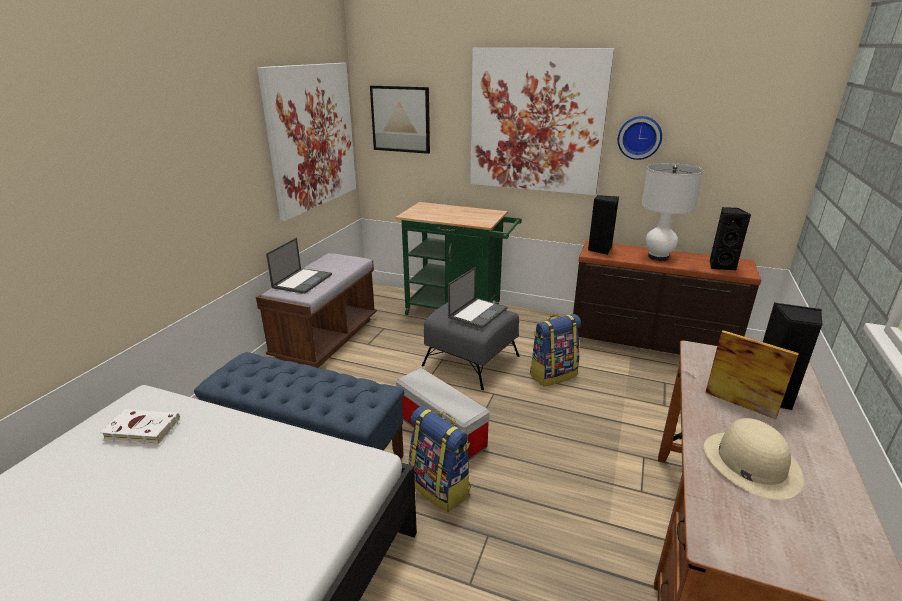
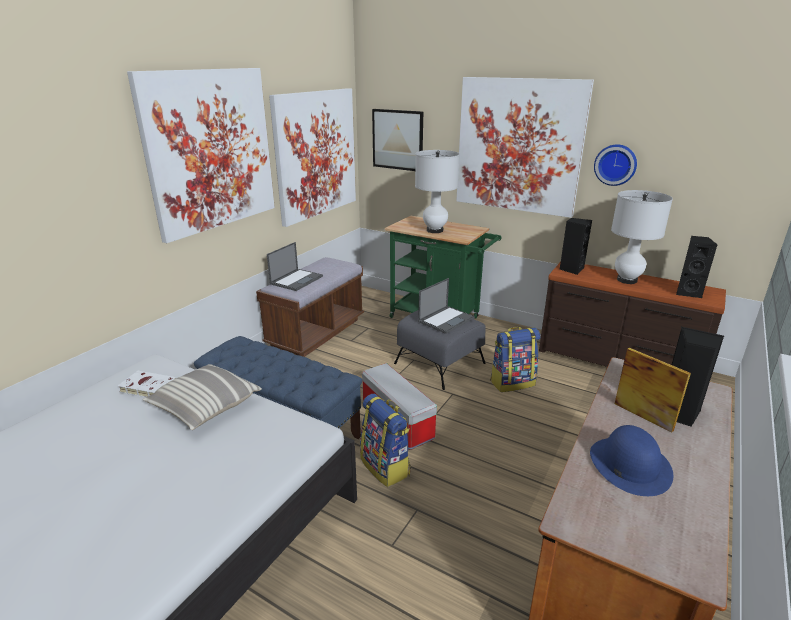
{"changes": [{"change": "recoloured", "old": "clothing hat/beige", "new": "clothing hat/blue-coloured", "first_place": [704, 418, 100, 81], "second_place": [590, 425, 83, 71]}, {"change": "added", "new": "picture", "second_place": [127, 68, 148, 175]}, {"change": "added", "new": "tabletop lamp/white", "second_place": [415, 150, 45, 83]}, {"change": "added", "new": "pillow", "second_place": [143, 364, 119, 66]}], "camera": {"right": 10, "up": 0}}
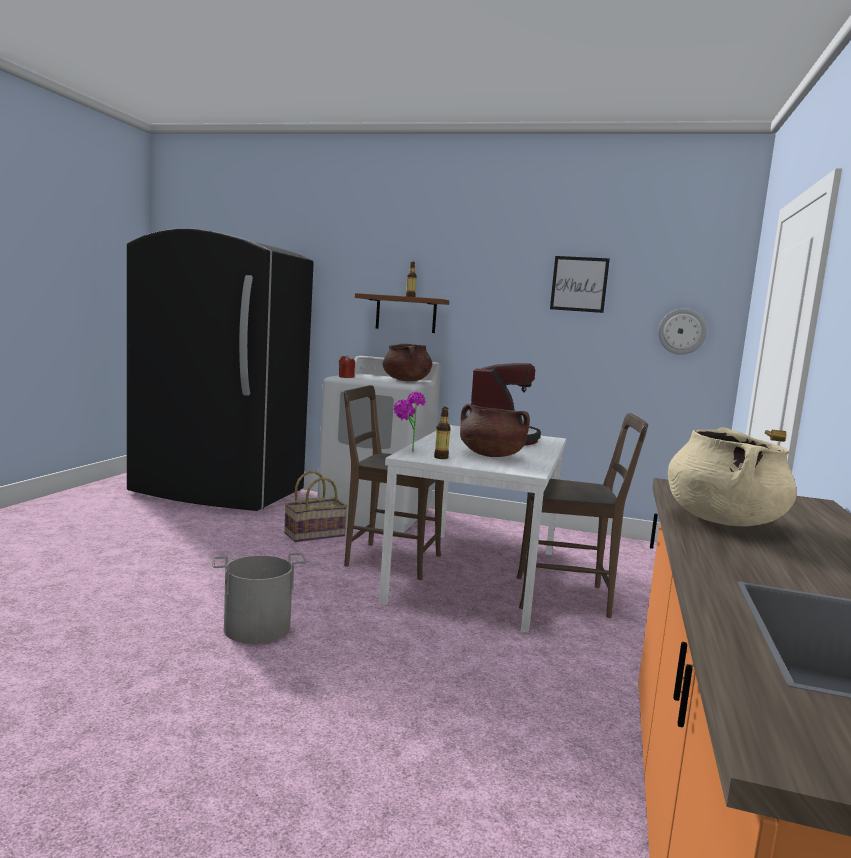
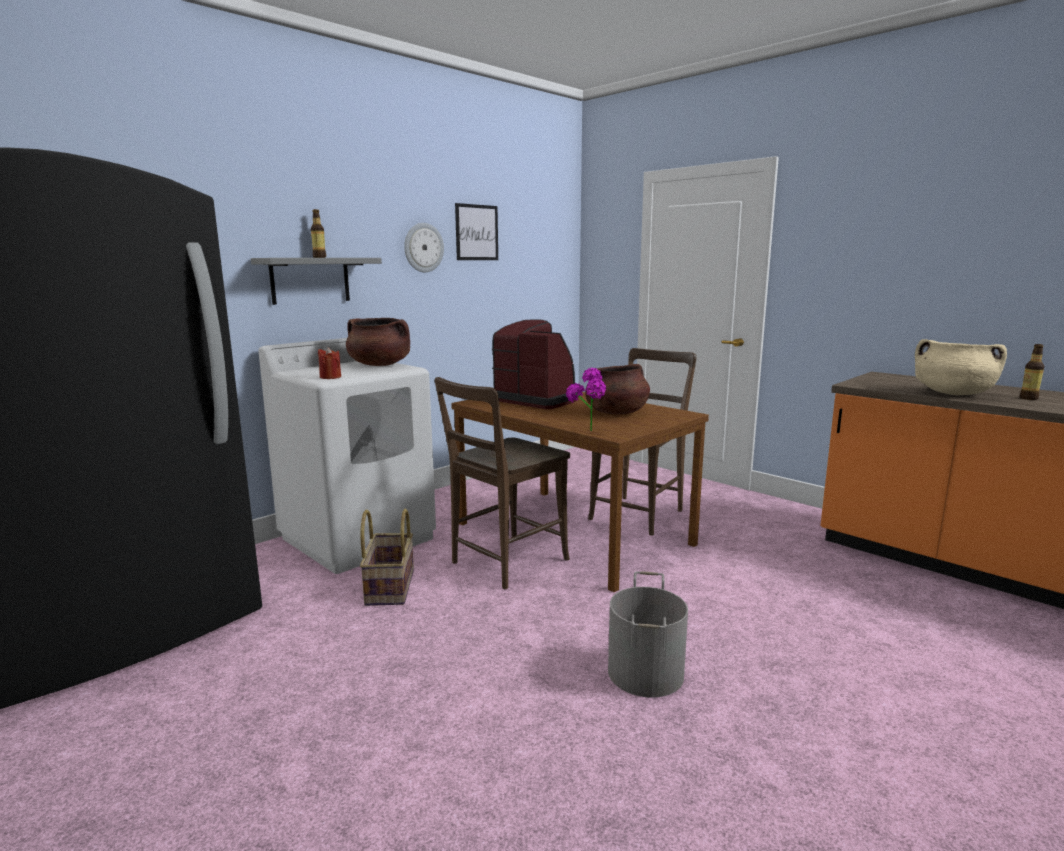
{"changes": [{"change": "recoloured", "old": "shelf/brownish", "new": "shelf/greyish", "first_place": [355, 293, 94, 40], "second_place": [251, 258, 131, 47]}, {"change": "moved", "old": "wall clock", "first_place": [658, 308, 49, 47], "second_place": [404, 223, 40, 49]}, {"change": "moved", "old": "bottle", "first_place": [434, 407, 17, 52], "second_place": [1020, 344, 24, 56]}, {"change": "recoloured", "old": "dining table/white", "new": "dining table/brownish", "first_place": [379, 425, 187, 208], "second_place": [451, 392, 258, 200]}], "camera": {"right": -60, "up": 5}}
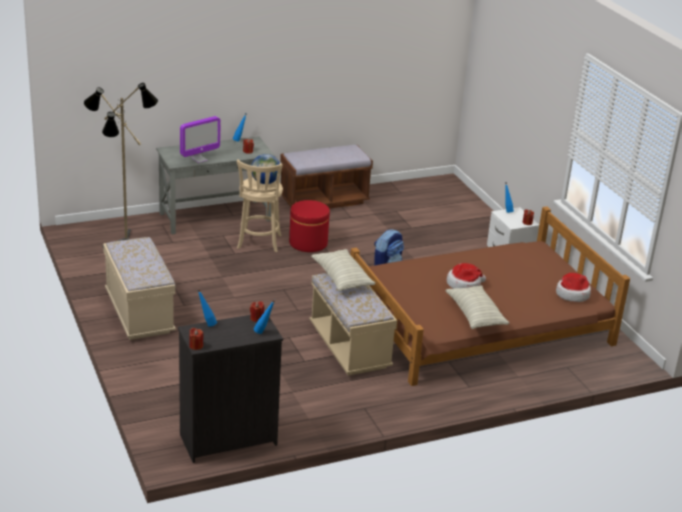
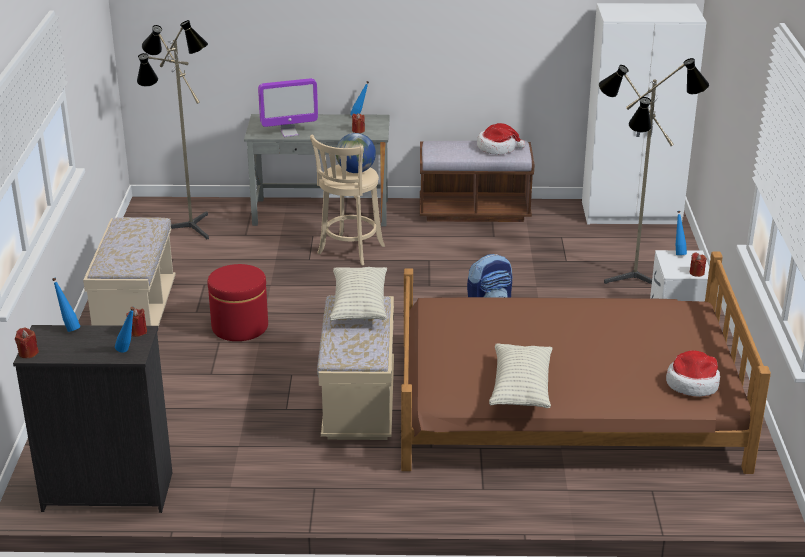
{"changes": [{"change": "moved", "old": "pouffe/red-coloured", "first_place": [289, 200, 41, 52], "second_place": [207, 264, 61, 77]}, {"change": "moved", "old": "clothing hat", "first_place": [447, 263, 39, 26], "second_place": [477, 123, 48, 32]}, {"change": "added", "new": "wardrobe/white", "second_place": [582, 3, 124, 221]}, {"change": "added", "new": "floor lamp", "second_place": [599, 58, 110, 226]}], "camera": {"right": 25, "up": 0}}
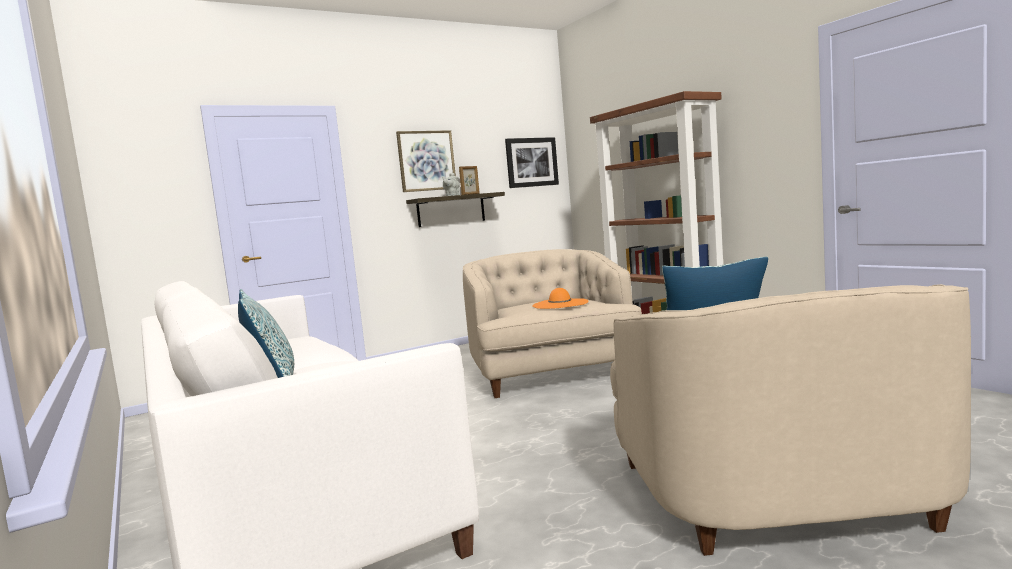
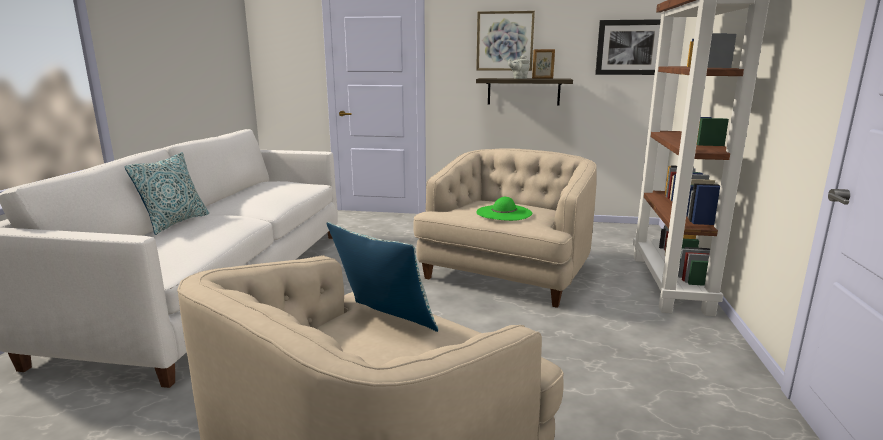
{"changes": [{"change": "recoloured", "old": "clothing hat/orange", "new": "clothing hat/greenish", "first_place": [532, 288, 57, 21], "second_place": [476, 197, 57, 24]}], "camera": {"right": 40, "up": 10}}
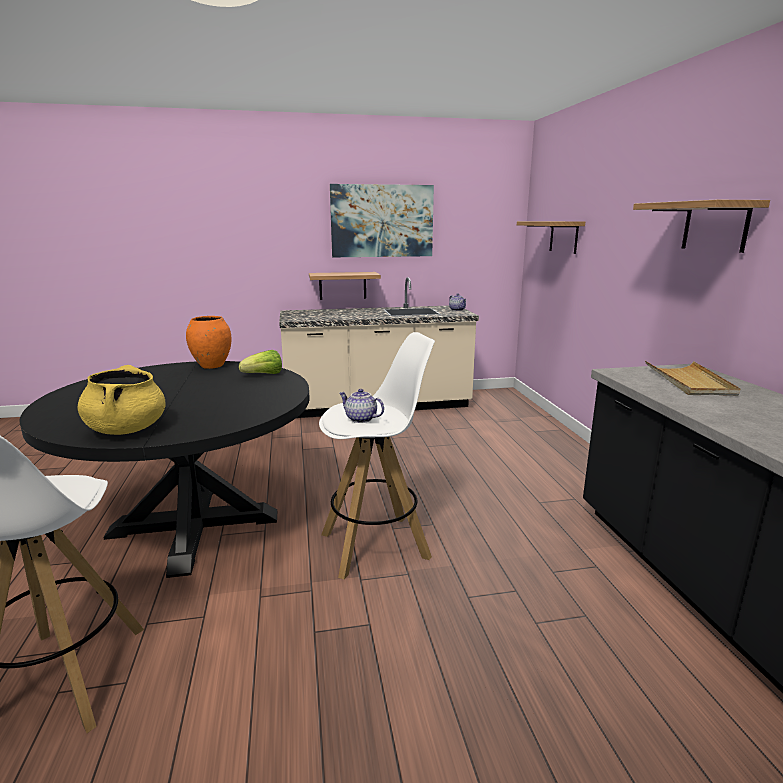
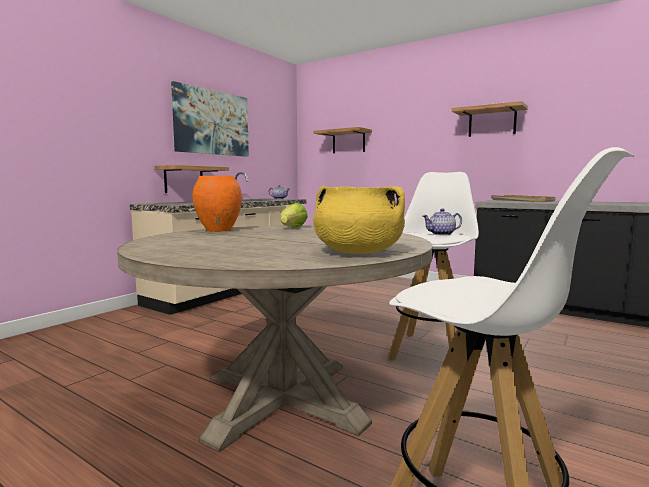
{"changes": [{"change": "recoloured", "old": "dining table/black", "new": "dining table/beige", "first_place": [20, 361, 290, 217], "second_place": [117, 226, 315, 226]}], "camera": {"right": -45, "up": -10}}
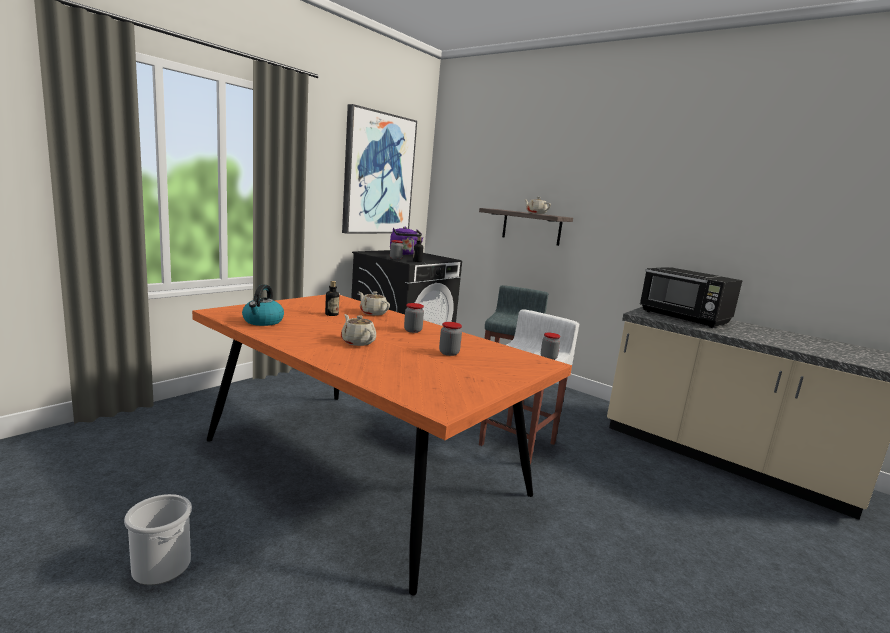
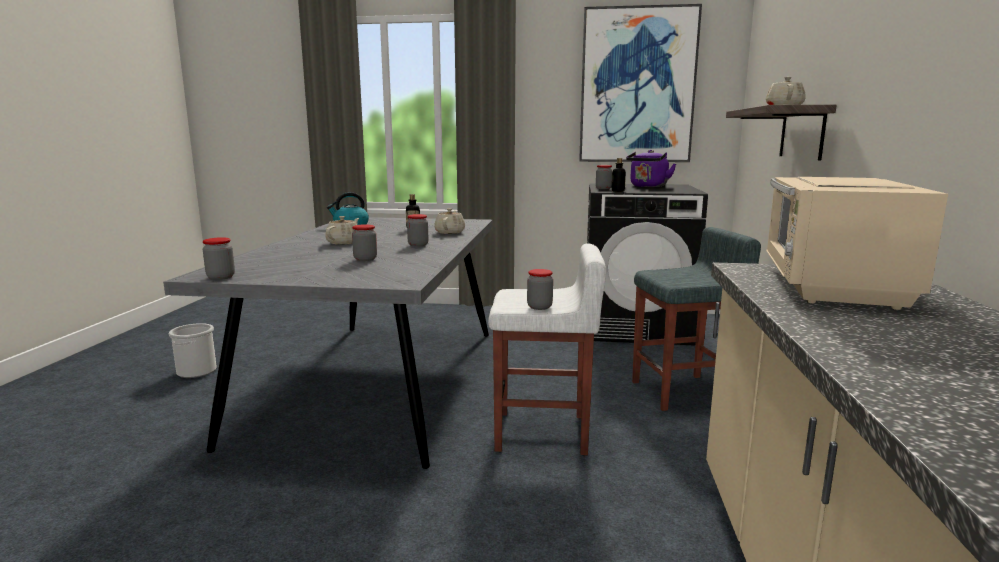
{"changes": [{"change": "recoloured", "old": "kitchen microwave/black", "new": "kitchen microwave/beige", "first_place": [640, 267, 103, 61], "second_place": [766, 177, 182, 133]}, {"change": "recoloured", "old": "dining table/orange", "new": "dining table/greyish", "first_place": [192, 295, 380, 300], "second_place": [163, 217, 330, 252]}, {"change": "added", "new": "storage jar", "second_place": [203, 238, 32, 42]}], "camera": {"right": 60, "up": 0}}
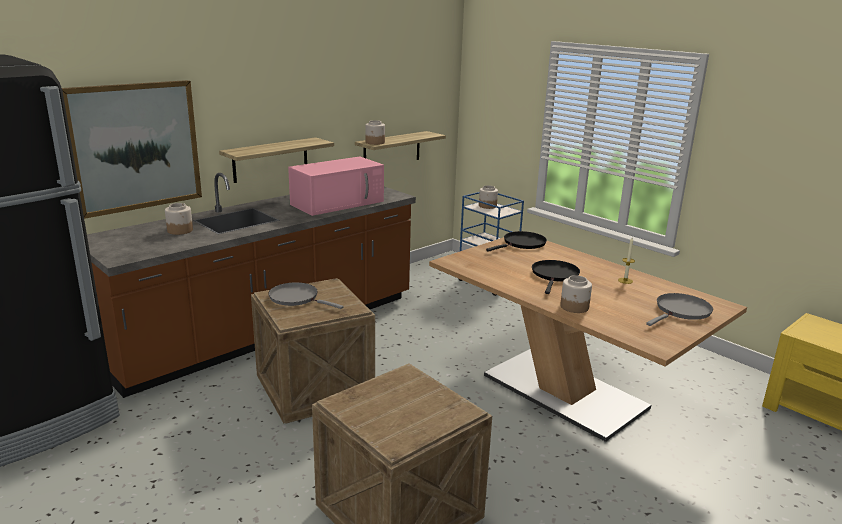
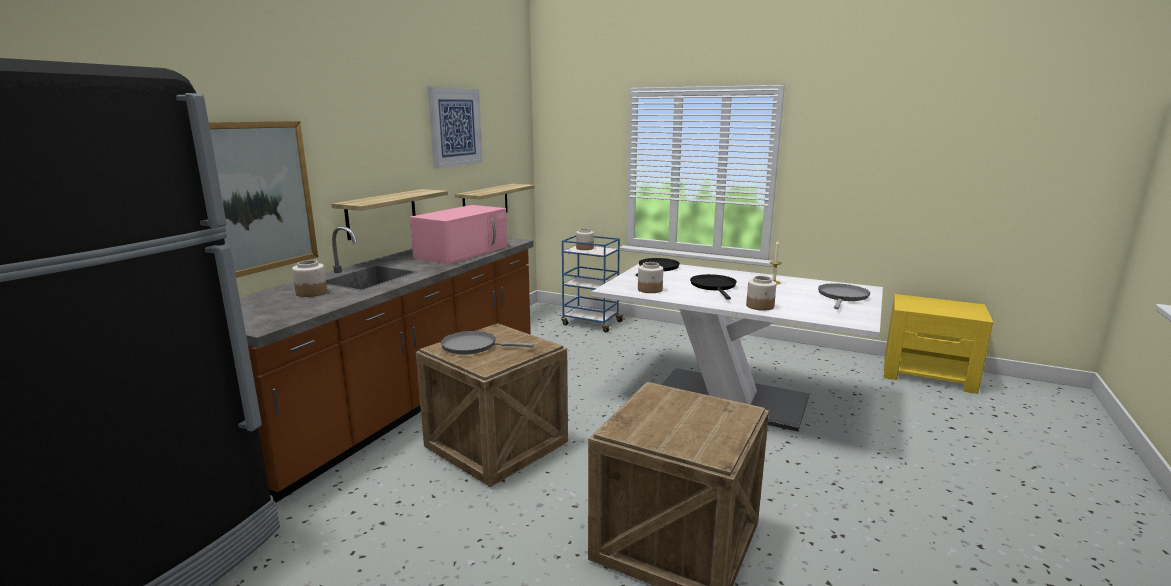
{"changes": [{"change": "moved", "old": "storage jar", "first_place": [365, 120, 20, 25], "second_place": [638, 262, 25, 31]}, {"change": "recoloured", "old": "dining table/brownish", "new": "dining table/white", "first_place": [429, 237, 318, 205], "second_place": [592, 264, 291, 168]}, {"change": "added", "new": "picture", "second_place": [428, 87, 55, 82]}], "camera": {"right": -20, "up": -5}}
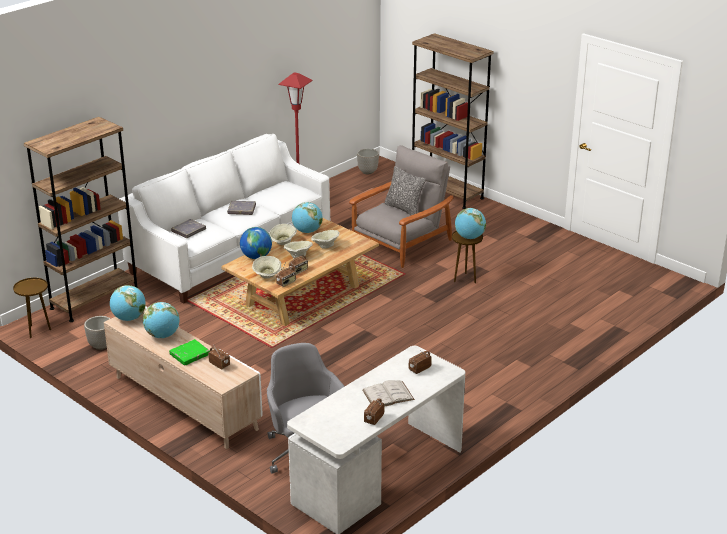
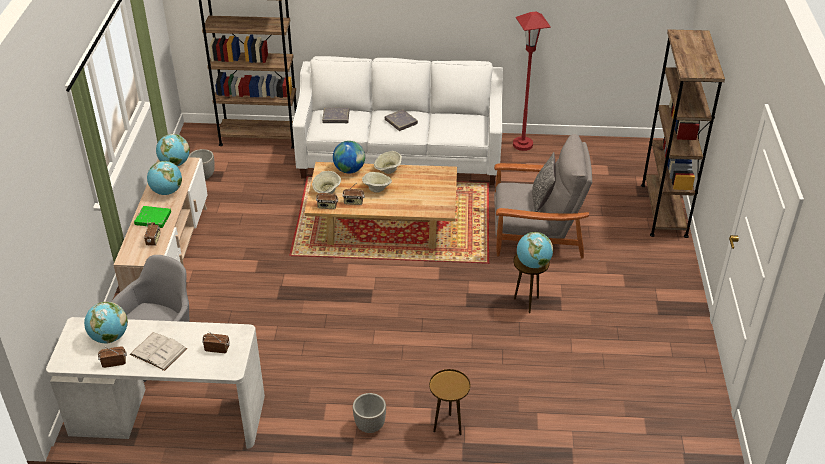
{"changes": [{"change": "moved", "old": "flower pot", "first_place": [357, 148, 22, 26], "second_place": [353, 393, 33, 40]}, {"change": "moved", "old": "world globe", "first_place": [292, 202, 31, 31], "second_place": [84, 302, 44, 42]}, {"change": "removed", "old": "bowl/beige", "first_place": [311, 230, 29, 19]}, {"change": "moved", "old": "accent table/brownish", "first_place": [13, 278, 38, 60], "second_place": [429, 369, 41, 66]}], "camera": {"right": 50, "up": 10}}
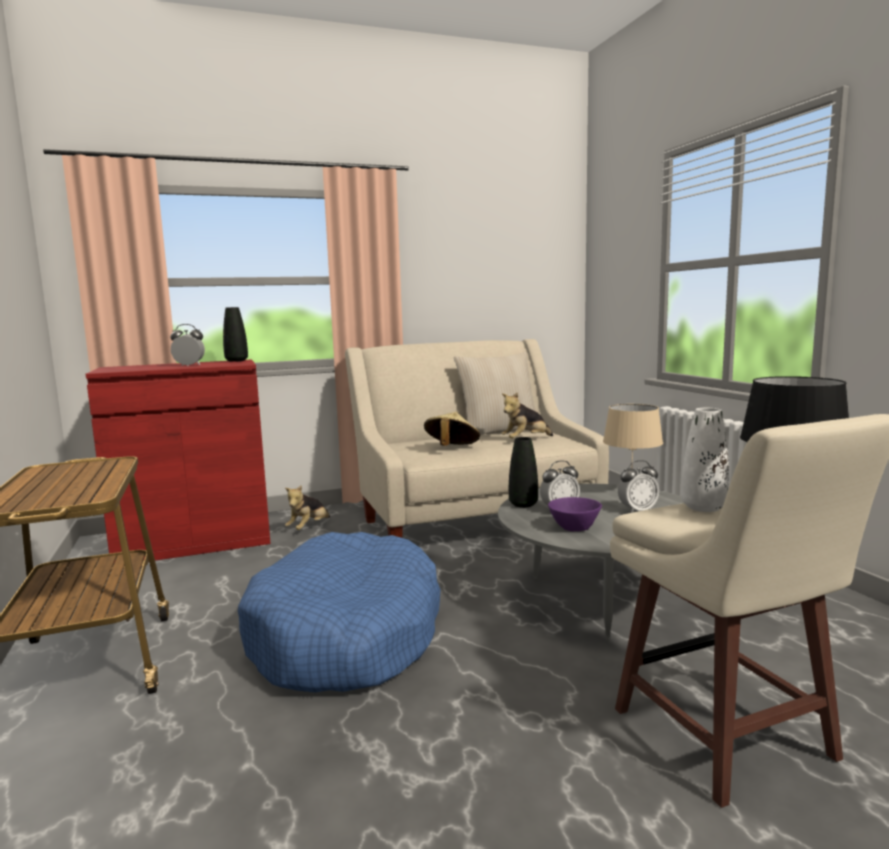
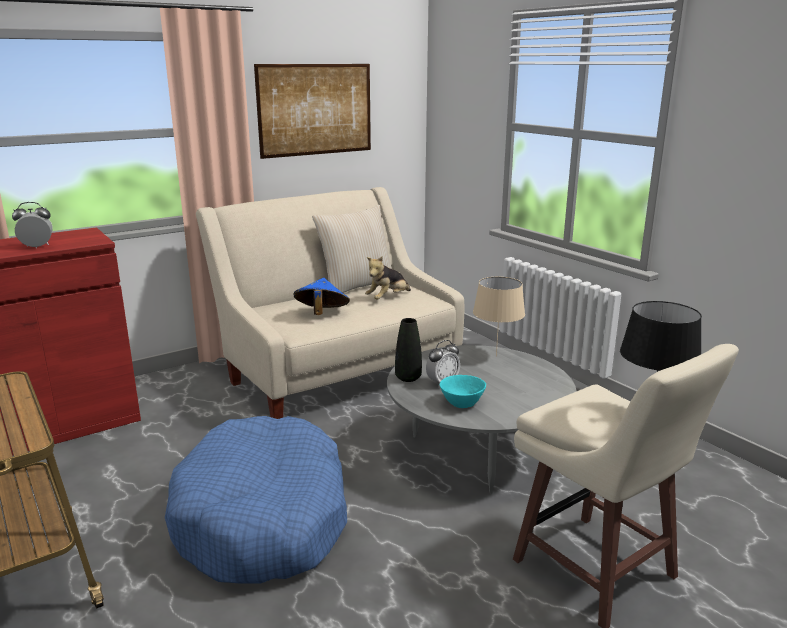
{"changes": [{"change": "removed", "old": "decorative vase/black", "first_place": [223, 307, 25, 55]}, {"change": "removed", "old": "decorative vase/white", "first_place": [681, 408, 48, 104]}, {"change": "recoloured", "old": "clothing hat/beige", "new": "clothing hat/blue-coloured", "first_place": [424, 412, 56, 34], "second_place": [293, 278, 57, 37]}, {"change": "removed", "old": "table clock", "first_place": [618, 460, 41, 53]}, {"change": "removed", "old": "soft toy", "first_place": [285, 485, 45, 45]}, {"change": "recoloured", "old": "bowl/purplish", "new": "bowl/turquoise", "first_place": [548, 497, 54, 34], "second_place": [440, 375, 46, 33]}, {"change": "added", "new": "picture", "second_place": [254, 64, 117, 95]}], "camera": {"right": -15, "up": 10}}
